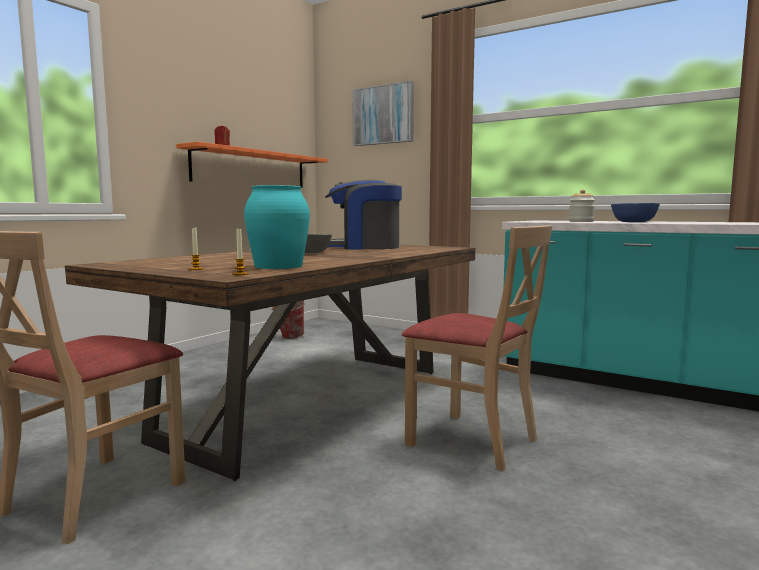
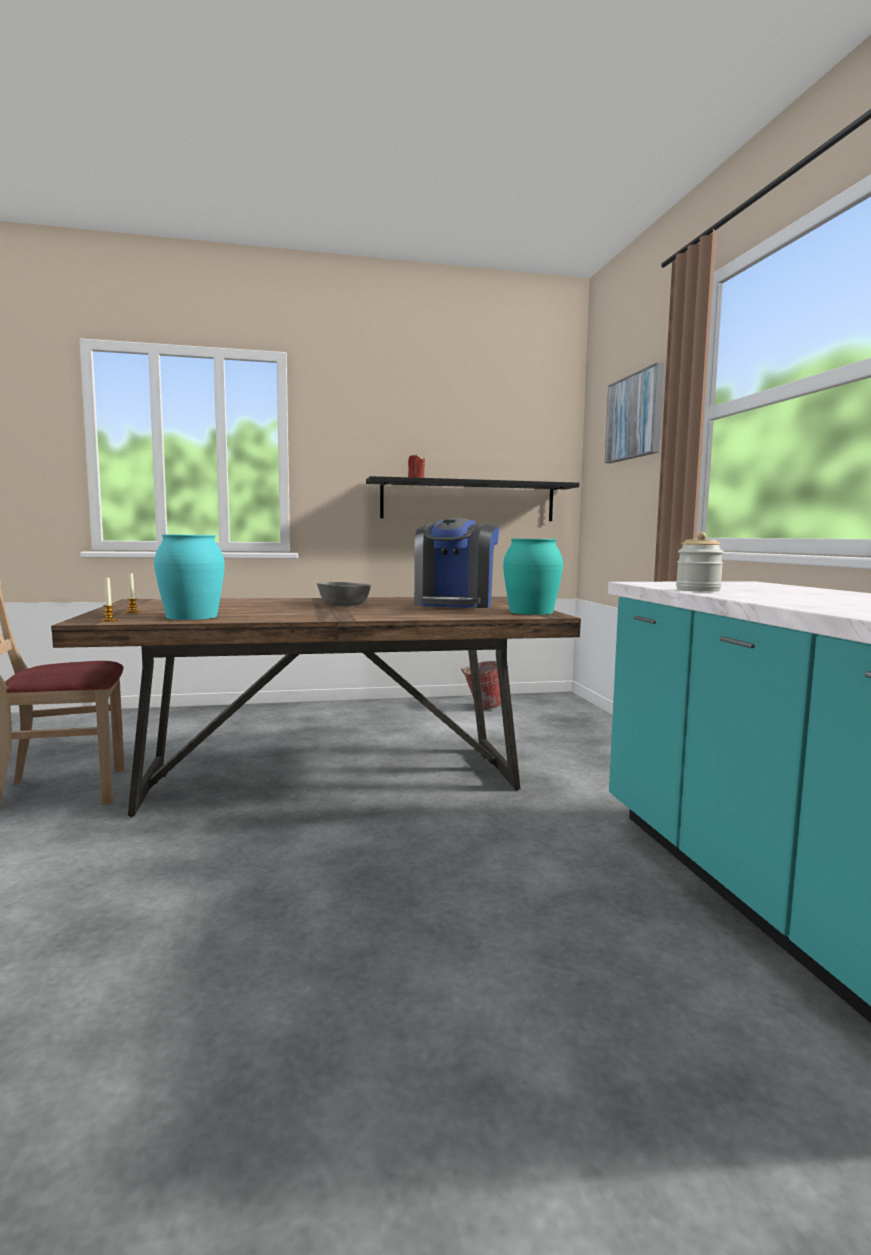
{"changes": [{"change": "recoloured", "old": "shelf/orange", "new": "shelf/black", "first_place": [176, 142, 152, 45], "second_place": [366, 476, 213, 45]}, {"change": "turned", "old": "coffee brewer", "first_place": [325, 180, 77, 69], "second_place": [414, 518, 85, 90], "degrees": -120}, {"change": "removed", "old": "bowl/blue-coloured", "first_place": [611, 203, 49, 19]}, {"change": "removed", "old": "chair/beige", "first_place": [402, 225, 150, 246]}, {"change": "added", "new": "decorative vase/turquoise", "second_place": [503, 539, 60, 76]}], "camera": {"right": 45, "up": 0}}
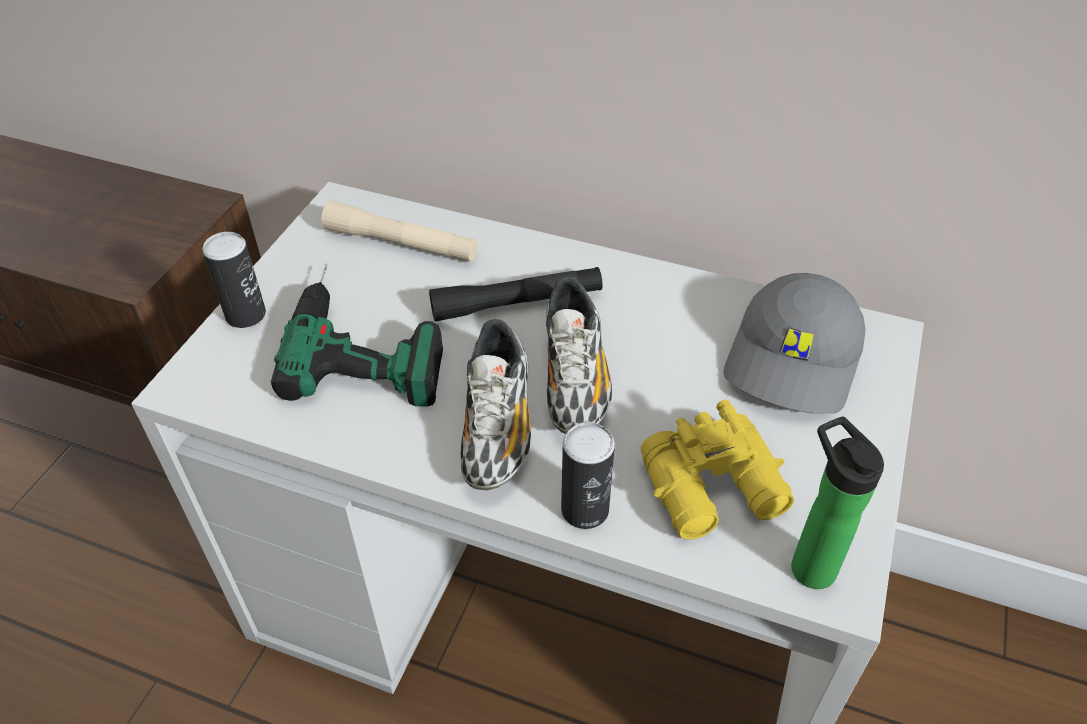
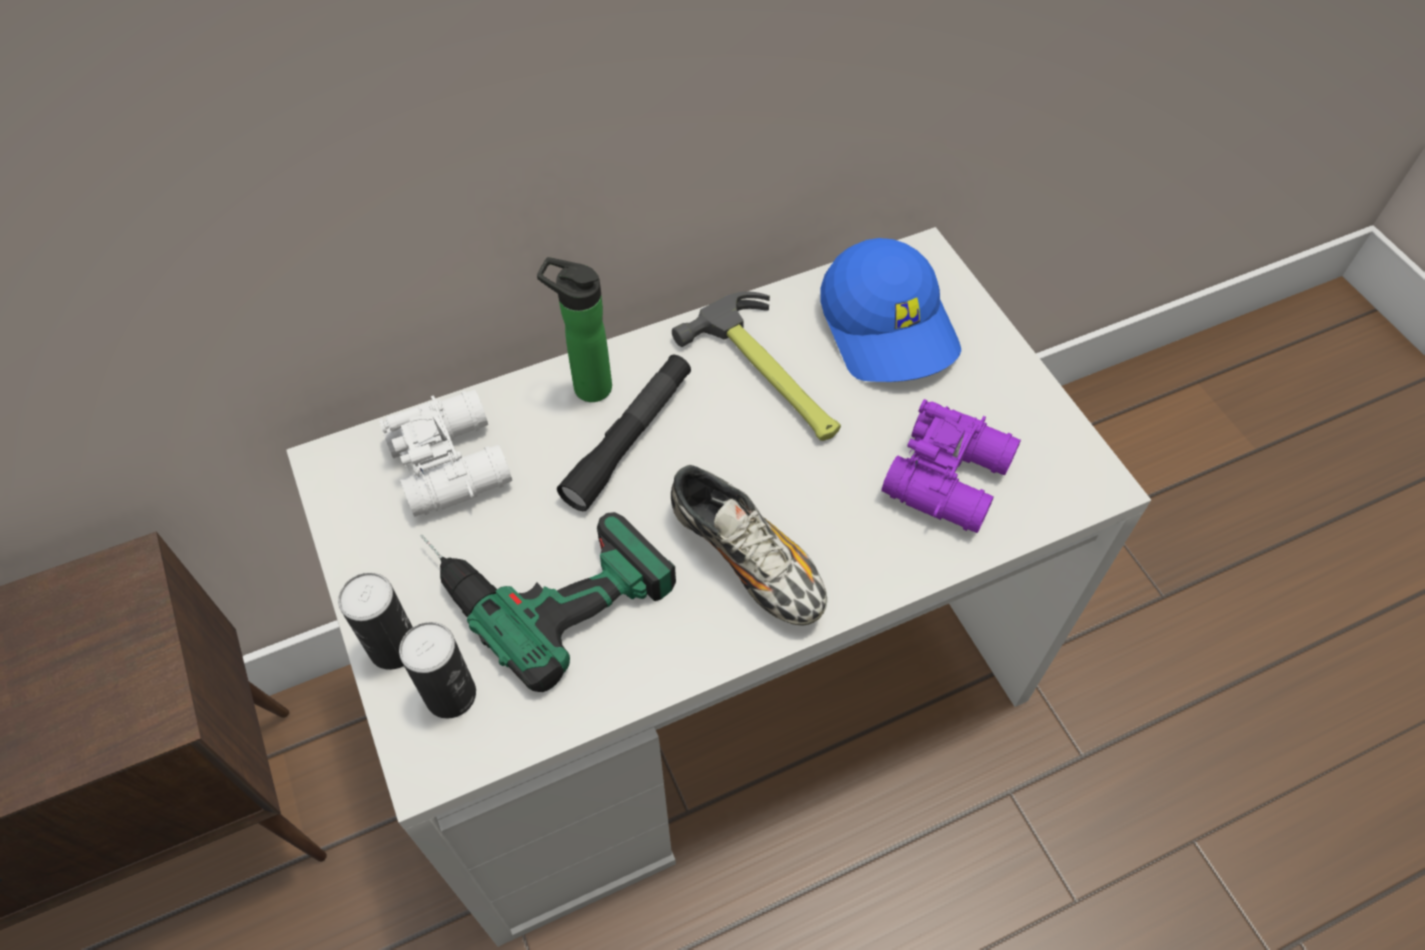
{"changes": [{"change": "replaced", "old": "flashlight/beige", "new": "field glasses/white", "first_place": [321, 200, 157, 61], "second_place": [379, 389, 133, 128]}, {"change": "recoloured", "old": "peaked cap/greyish", "new": "peaked cap/blue-coloured", "first_place": [724, 273, 142, 141], "second_place": [820, 238, 141, 144]}, {"change": "removed", "old": "shoe", "first_place": [546, 277, 66, 157]}, {"change": "recoloured", "old": "field glasses/yellowish", "new": "field glasses/purplish", "first_place": [641, 400, 153, 140], "second_place": [881, 399, 140, 134]}, {"change": "moved", "old": "bottle", "first_place": [791, 416, 93, 173], "second_place": [537, 257, 75, 145]}, {"change": "moved", "old": "can", "first_place": [561, 422, 54, 107], "second_place": [399, 622, 77, 97]}, {"change": "added", "new": "hand hammer", "second_place": [672, 291, 169, 150]}], "camera": {"right": -45, "up": 10}}
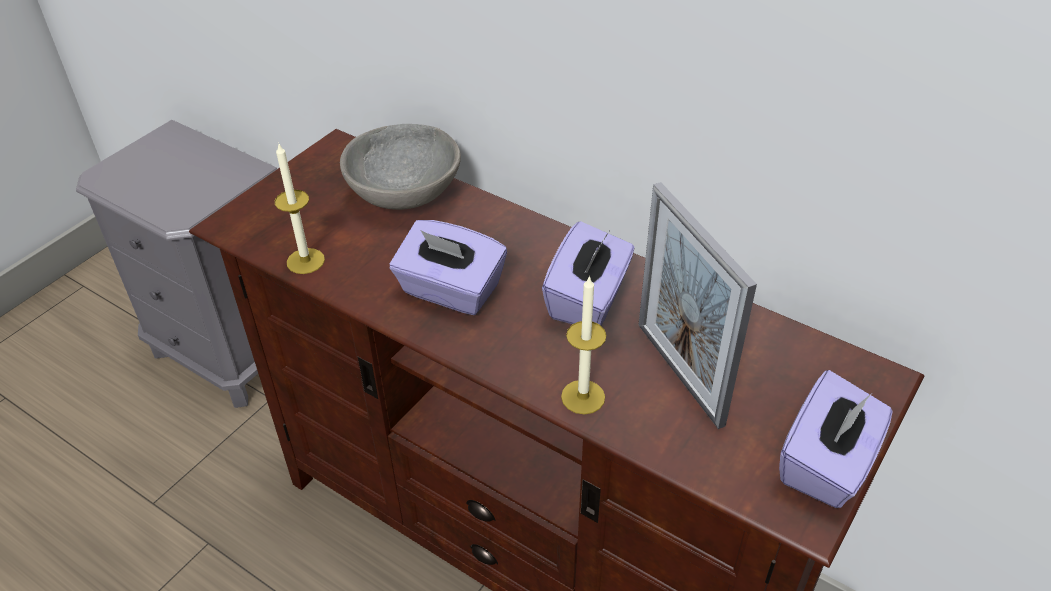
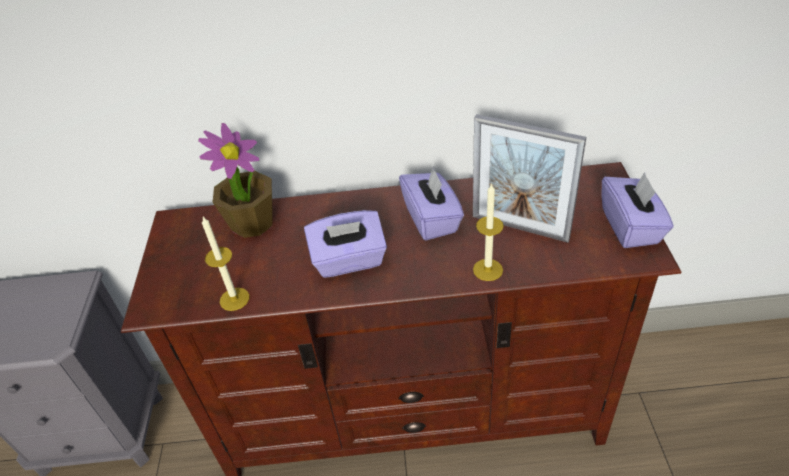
{"changes": [{"change": "replaced", "old": "bowl/greyish", "new": "potted plant", "first_place": [340, 124, 121, 86], "second_place": [198, 123, 75, 115]}], "camera": {"right": -35, "up": 0}}
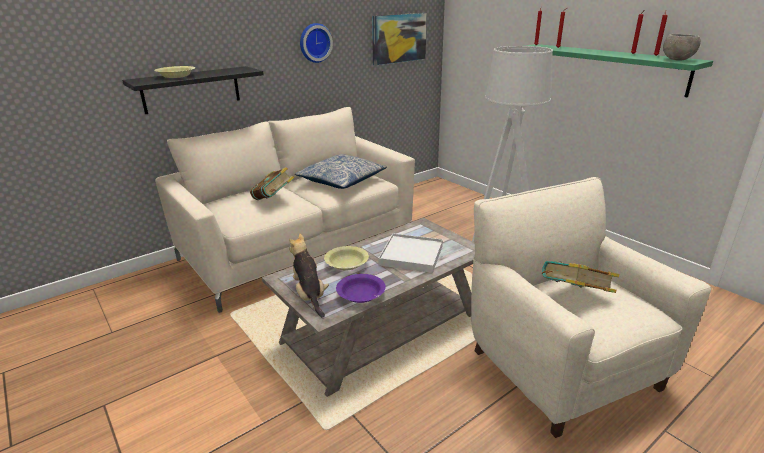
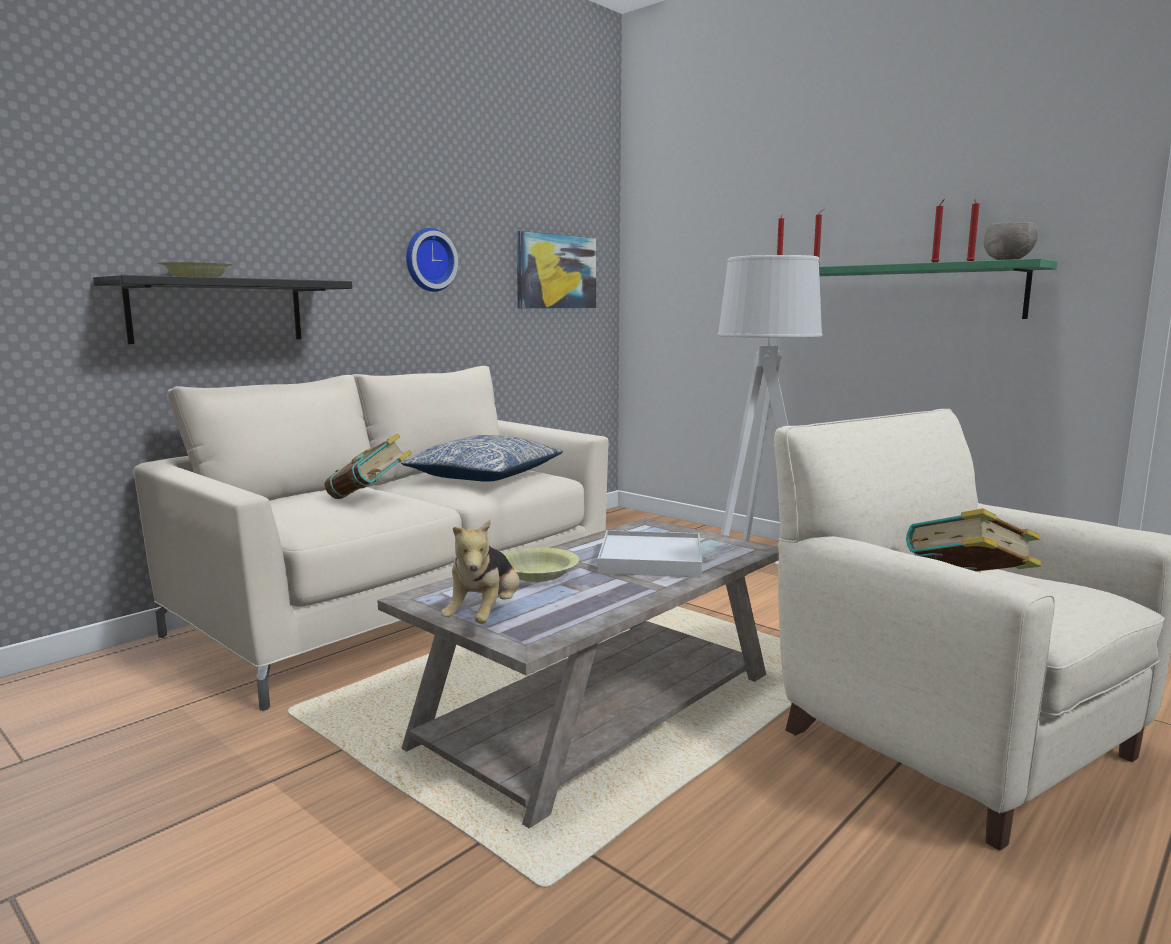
{"changes": [{"change": "turned", "old": "soft toy", "first_place": [289, 233, 40, 85], "second_place": [441, 520, 79, 104], "degrees": -135}, {"change": "removed", "old": "bowl/purplish", "first_place": [336, 274, 50, 29]}], "camera": {"right": -10, "up": -15}}
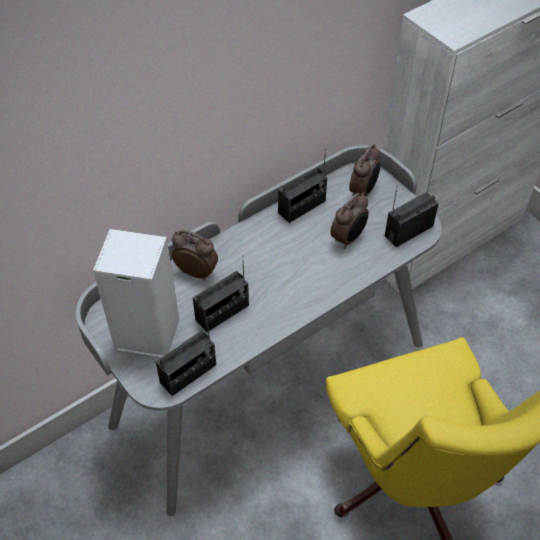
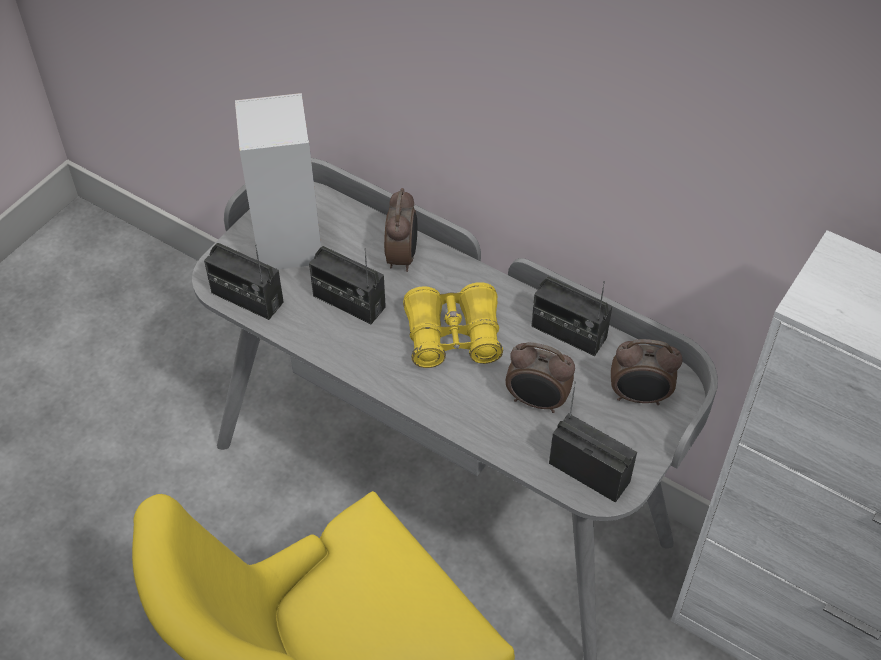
{"changes": [{"change": "added", "new": "field glasses/yellowish", "second_place": [403, 282, 100, 86]}], "camera": {"right": 70, "up": 0}}
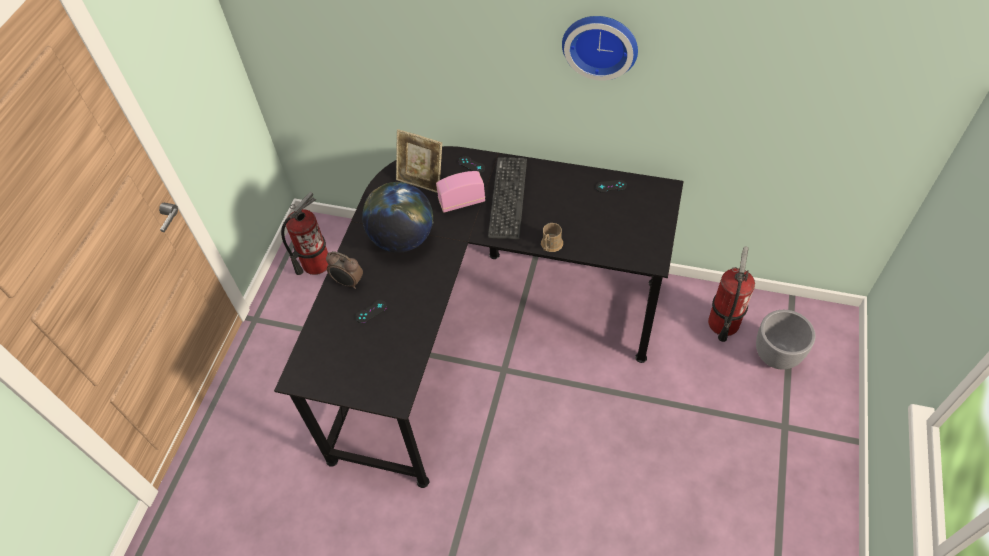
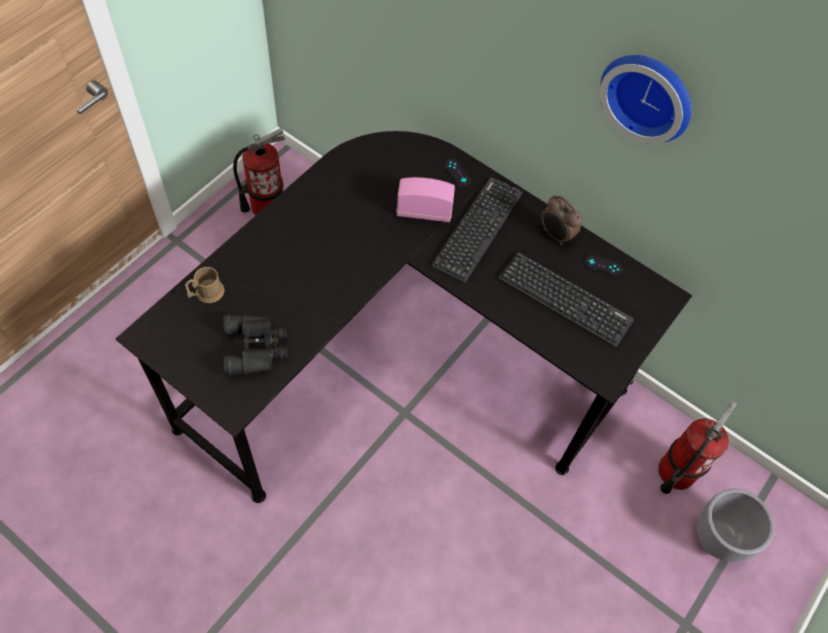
{"changes": [{"change": "removed", "old": "picture frame", "first_place": [396, 129, 46, 64]}, {"change": "removed", "old": "world globe", "first_place": [362, 182, 71, 71]}, {"change": "moved", "old": "coffee mug/brownish", "first_place": [541, 223, 22, 29], "second_place": [185, 267, 40, 36]}, {"change": "moved", "old": "table clock", "first_place": [326, 251, 37, 38], "second_place": [541, 195, 41, 51]}, {"change": "removed", "old": "joypad/black", "first_place": [355, 300, 32, 23]}, {"change": "added", "new": "keyboard", "second_place": [498, 252, 136, 96]}, {"change": "added", "new": "field glasses/black", "second_place": [223, 314, 65, 62]}], "camera": {"right": 15, "up": 5}}
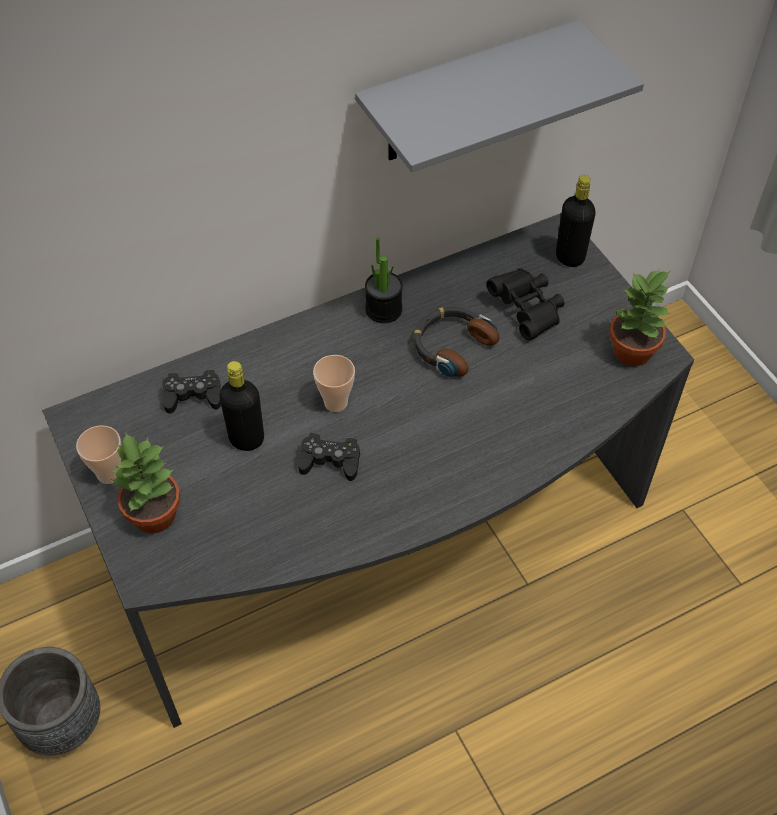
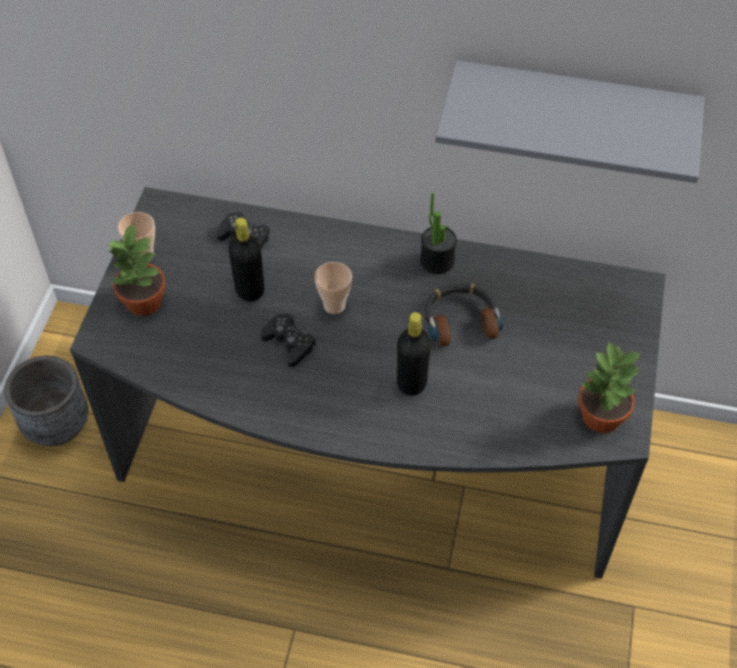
{"changes": [{"change": "moved", "old": "bottle/black", "first_place": [556, 175, 40, 92], "second_place": [397, 312, 34, 84]}, {"change": "removed", "old": "field glasses/black", "first_place": [487, 268, 77, 72]}], "camera": {"right": 40, "up": 0}}
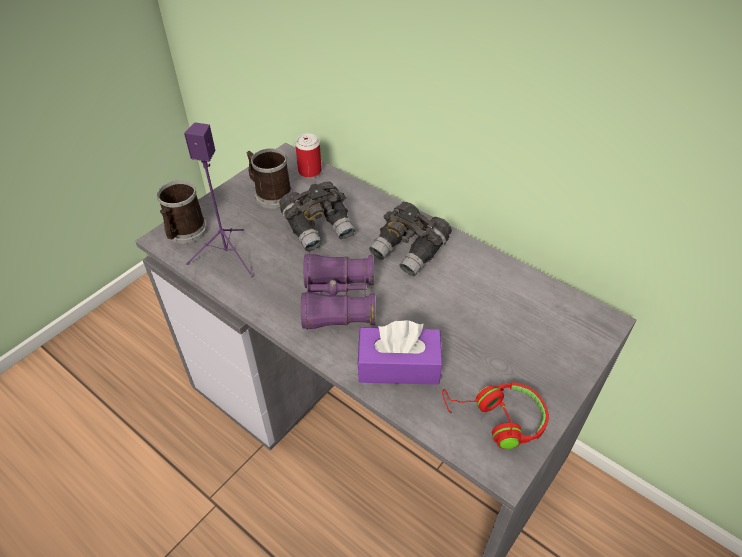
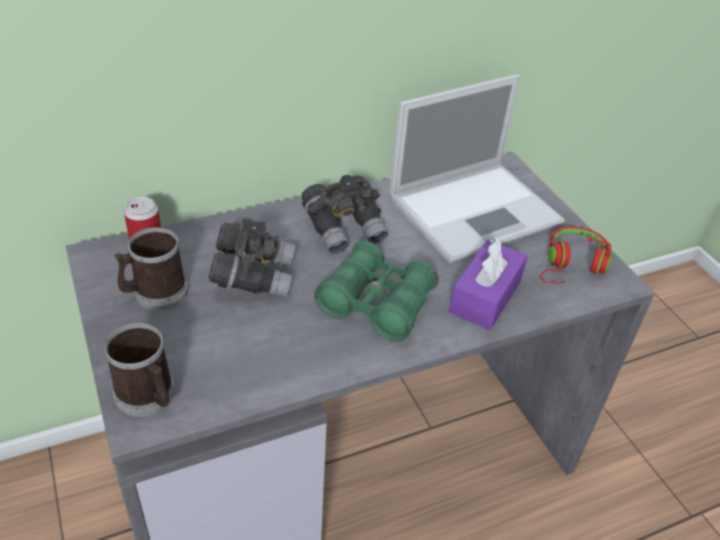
{"changes": [{"change": "removed", "old": "speaker/purplish", "first_place": [184, 122, 69, 155]}, {"change": "recoloured", "old": "field glasses/purplish", "new": "field glasses/greenish", "first_place": [301, 254, 75, 75], "second_place": [314, 241, 125, 101]}, {"change": "added", "new": "laptop", "second_place": [389, 74, 176, 189]}], "camera": {"right": -65, "up": -5}}
